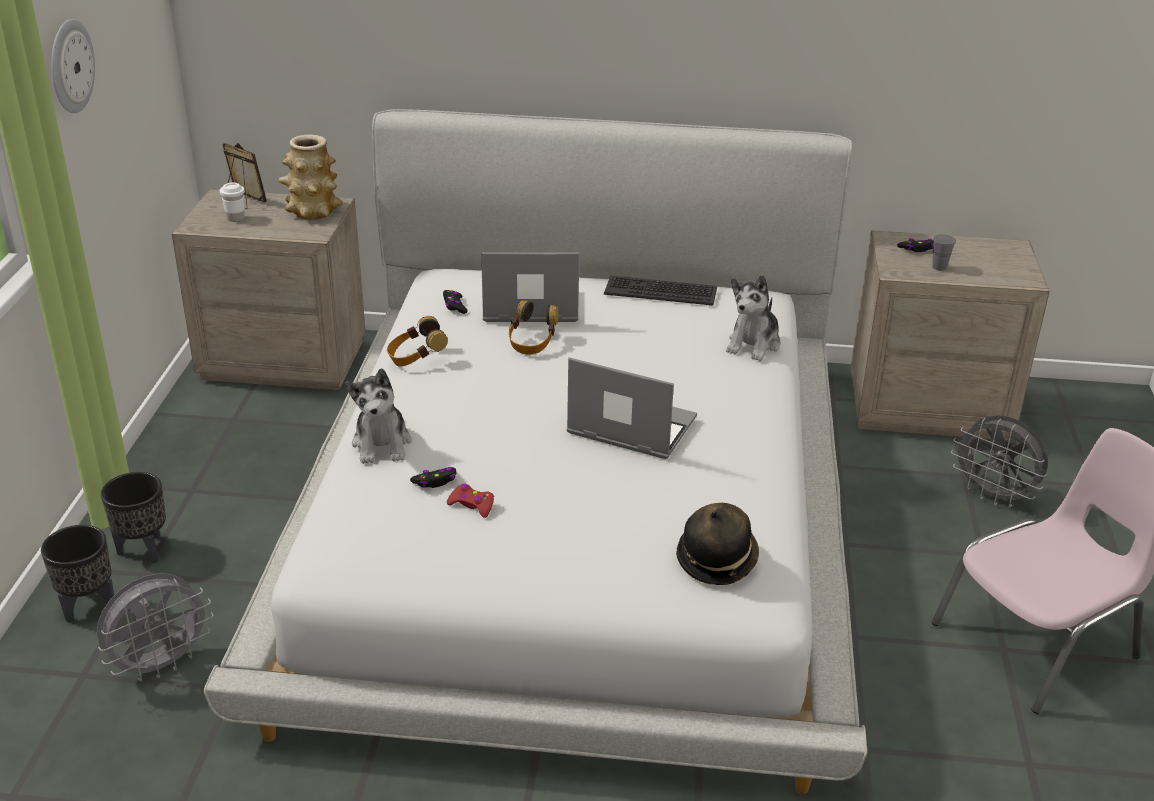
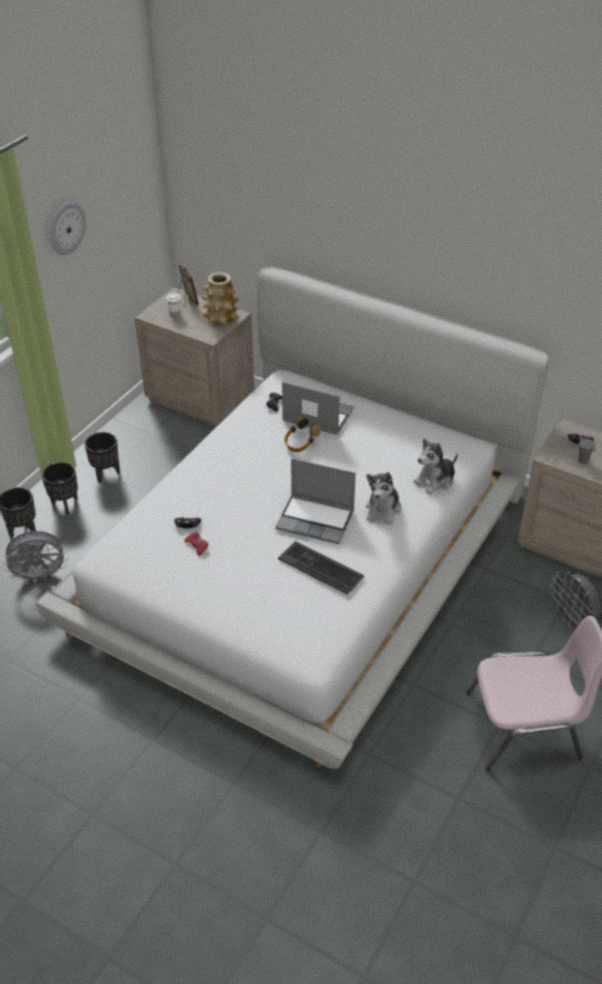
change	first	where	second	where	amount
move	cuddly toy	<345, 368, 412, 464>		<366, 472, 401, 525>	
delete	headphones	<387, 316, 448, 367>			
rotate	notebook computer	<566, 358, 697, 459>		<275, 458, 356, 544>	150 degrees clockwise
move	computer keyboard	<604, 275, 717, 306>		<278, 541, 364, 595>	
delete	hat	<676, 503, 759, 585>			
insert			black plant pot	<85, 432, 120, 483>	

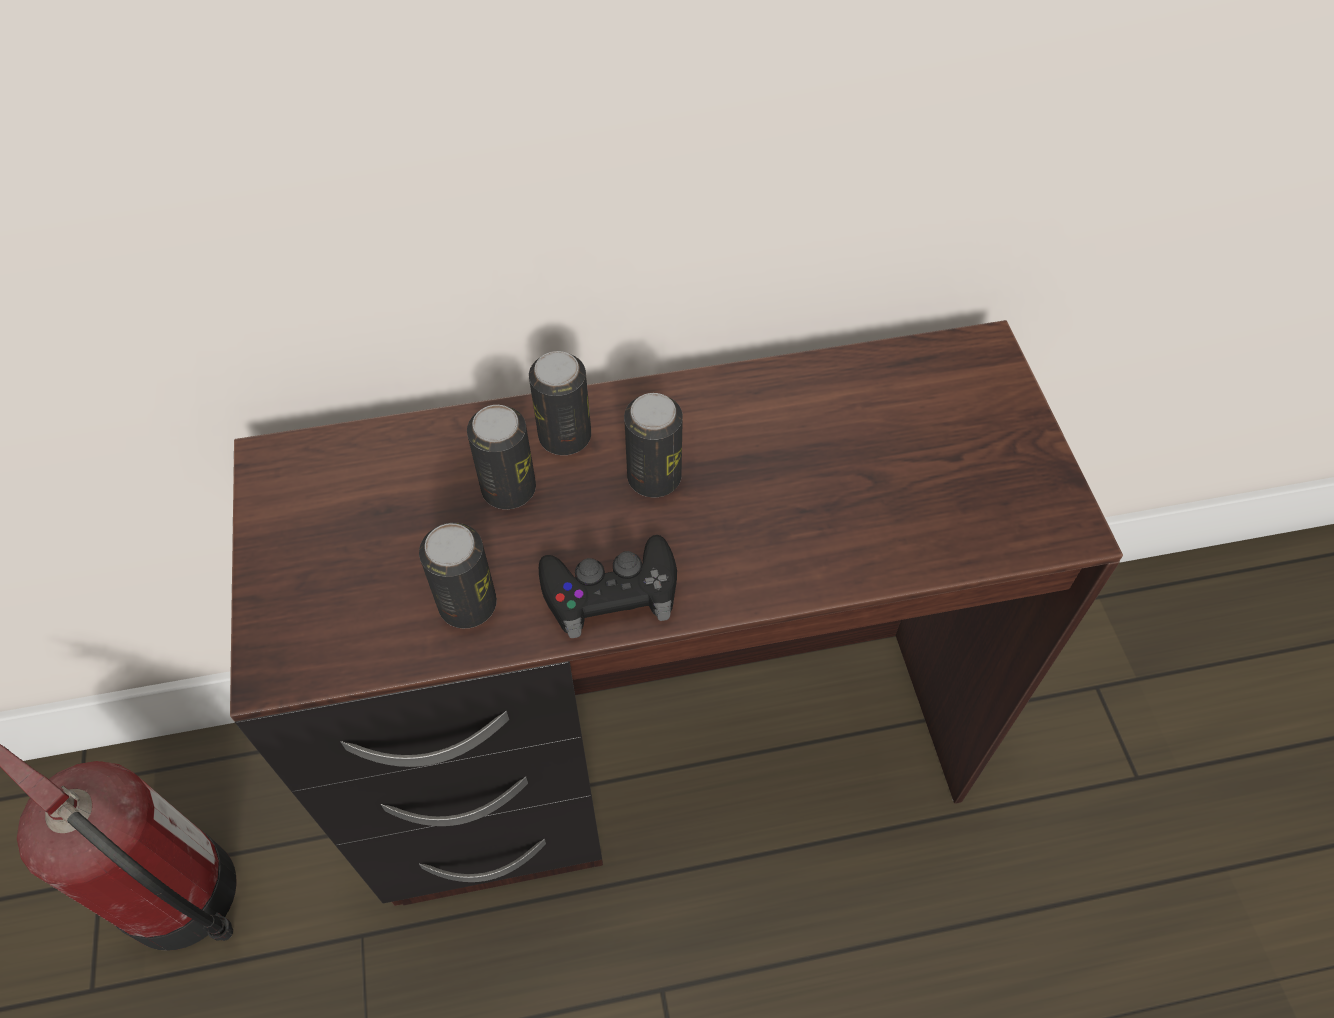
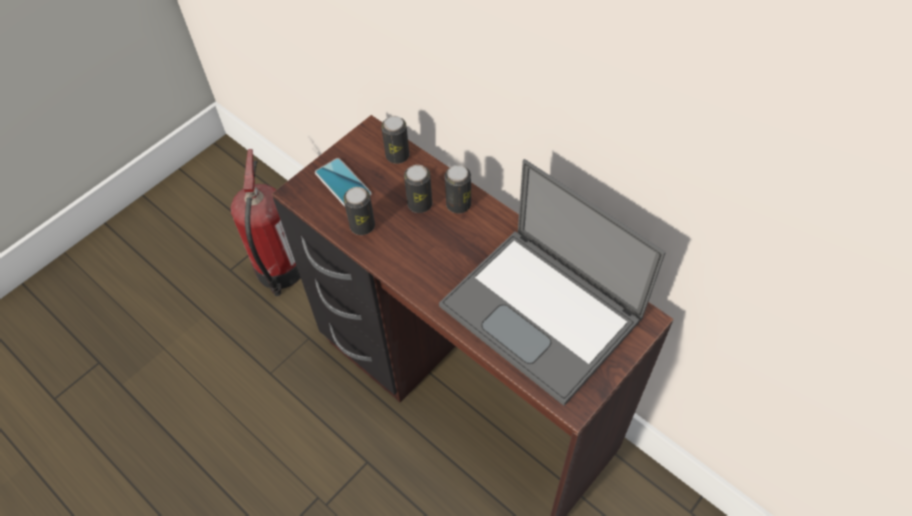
change	first	where	second	where	amount
delete	black gamepad	<539, 535, 677, 638>			
move	can	<624, 393, 683, 497>		<381, 116, 410, 164>	
insert			telephone	<315, 158, 372, 207>	
insert			notebook computer	<439, 159, 666, 406>	

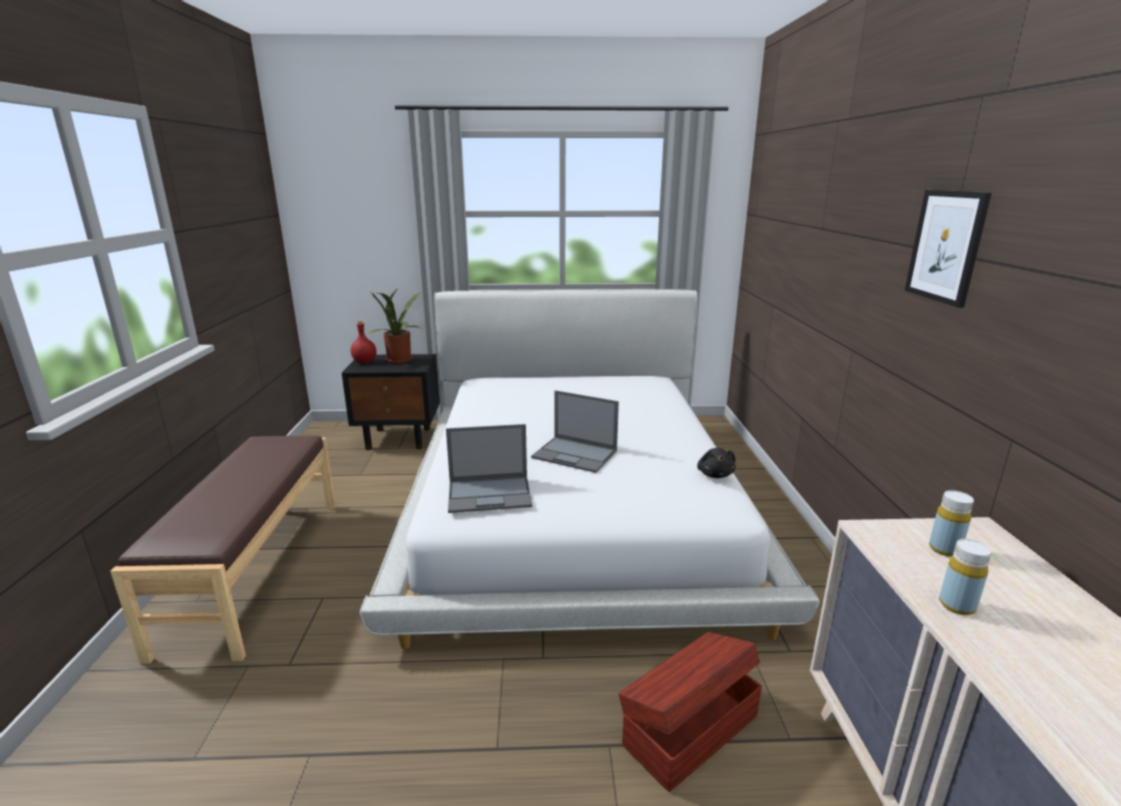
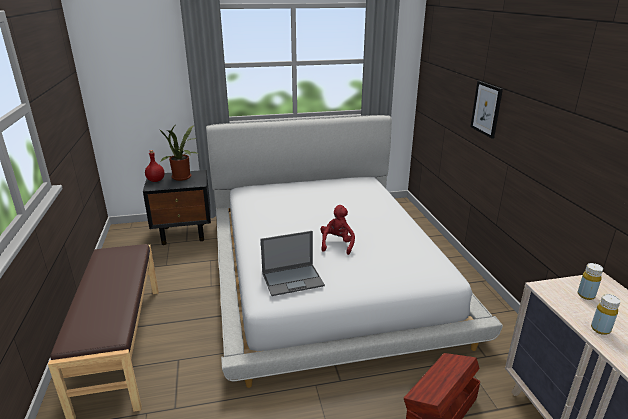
change	first	where	second	where	amount
replace	notebook computer	<531, 390, 619, 473>	reddish cuddly toy	<321, 205, 355, 255>	
delete	black cuddly toy	<697, 448, 735, 478>			
move	wall picture	<905, 190, 992, 308>		<471, 81, 503, 139>	

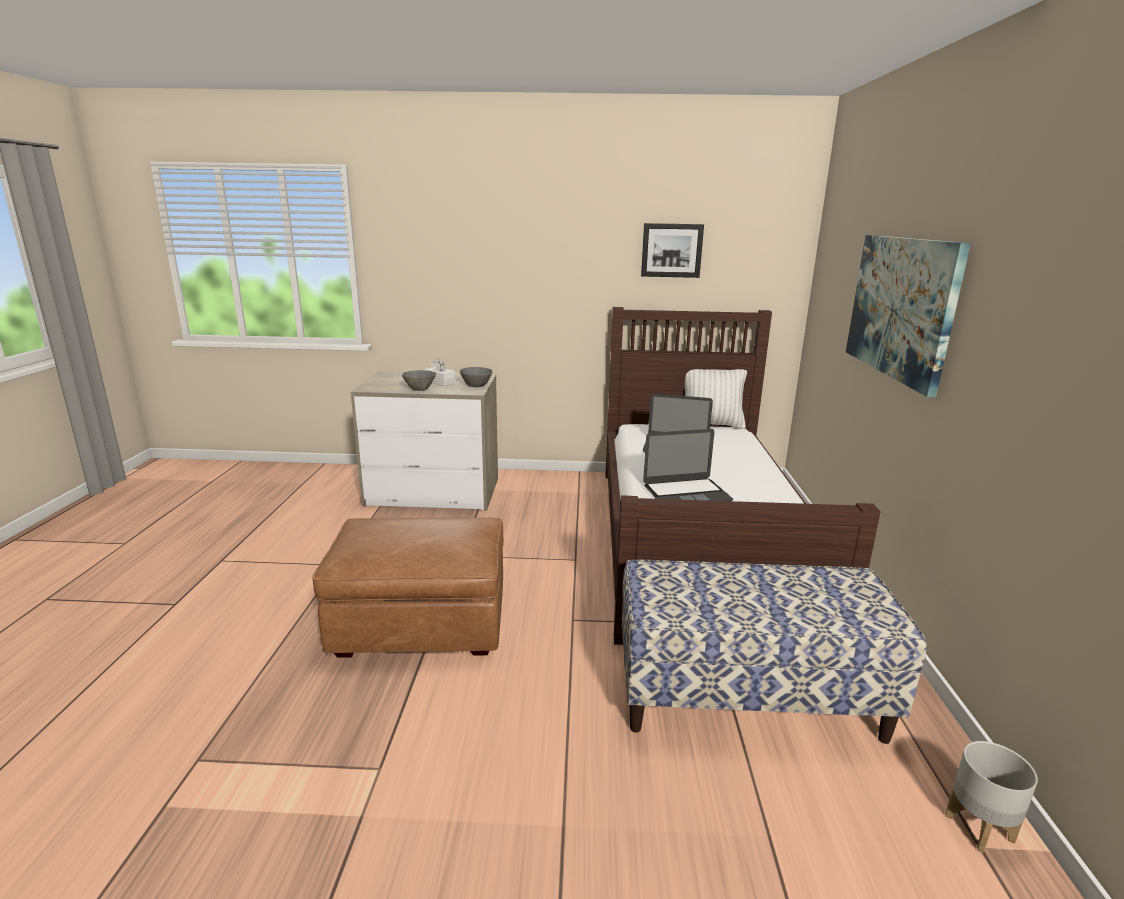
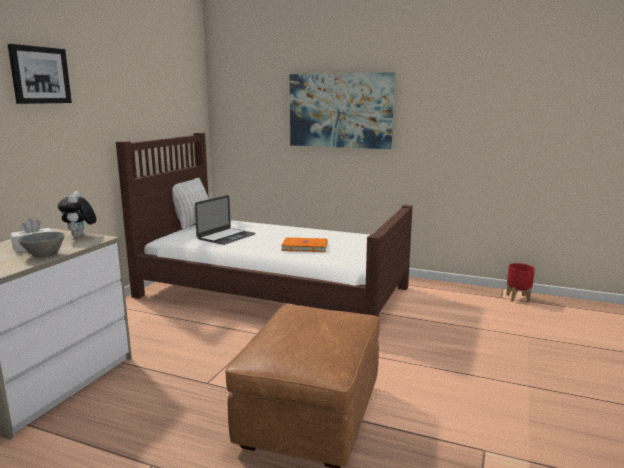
change	first	where	second	where	amount
replace	gray bowl	<460, 367, 493, 387>	cuddly toy	<58, 191, 96, 237>	
delete	bench	<622, 560, 927, 744>			
move	wall picture	<641, 223, 704, 278>		<8, 44, 72, 104>	
replace	notebook computer	<643, 429, 733, 501>	orangey book	<281, 237, 328, 252>	
recolor	gray plant pot	<945, 741, 1038, 853>	reddish plant pot	<506, 263, 535, 302>	

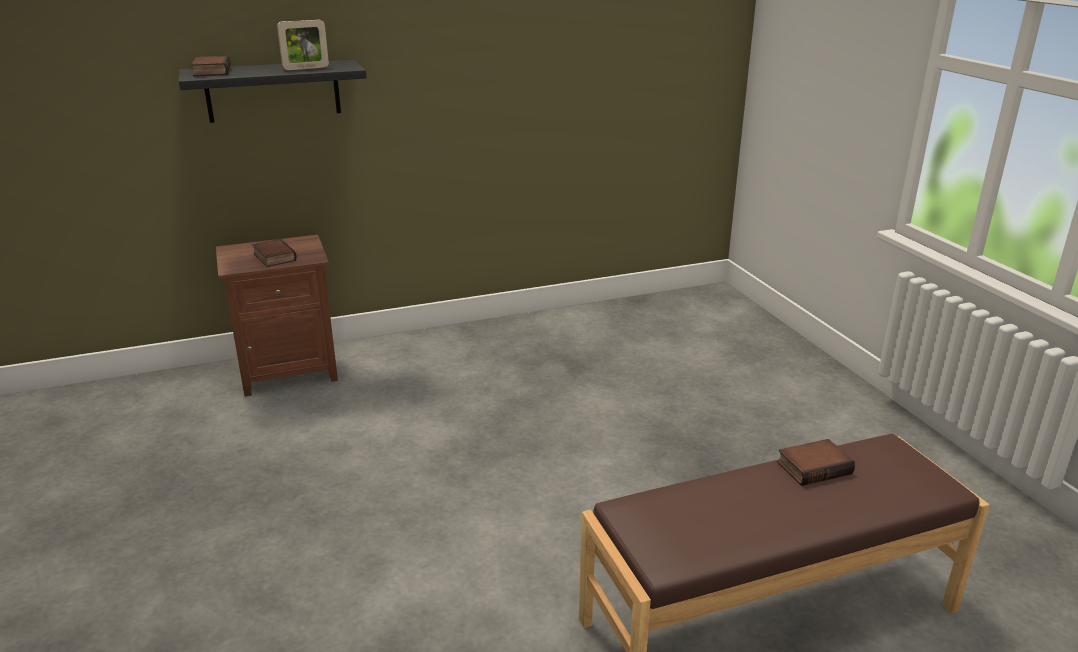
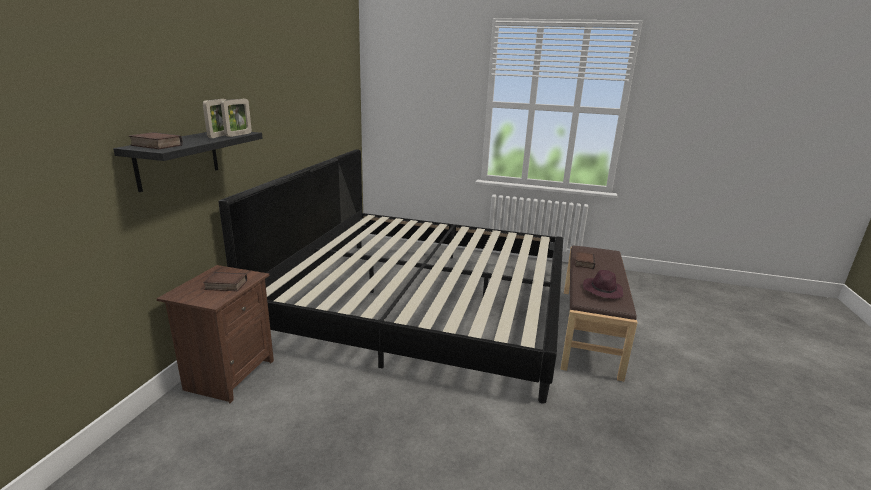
change	first	where	second	where	amount
insert			bedroom bed	<219, 149, 563, 404>	
insert			photo frame	<221, 99, 252, 137>	
insert			purple hat	<583, 270, 623, 299>	

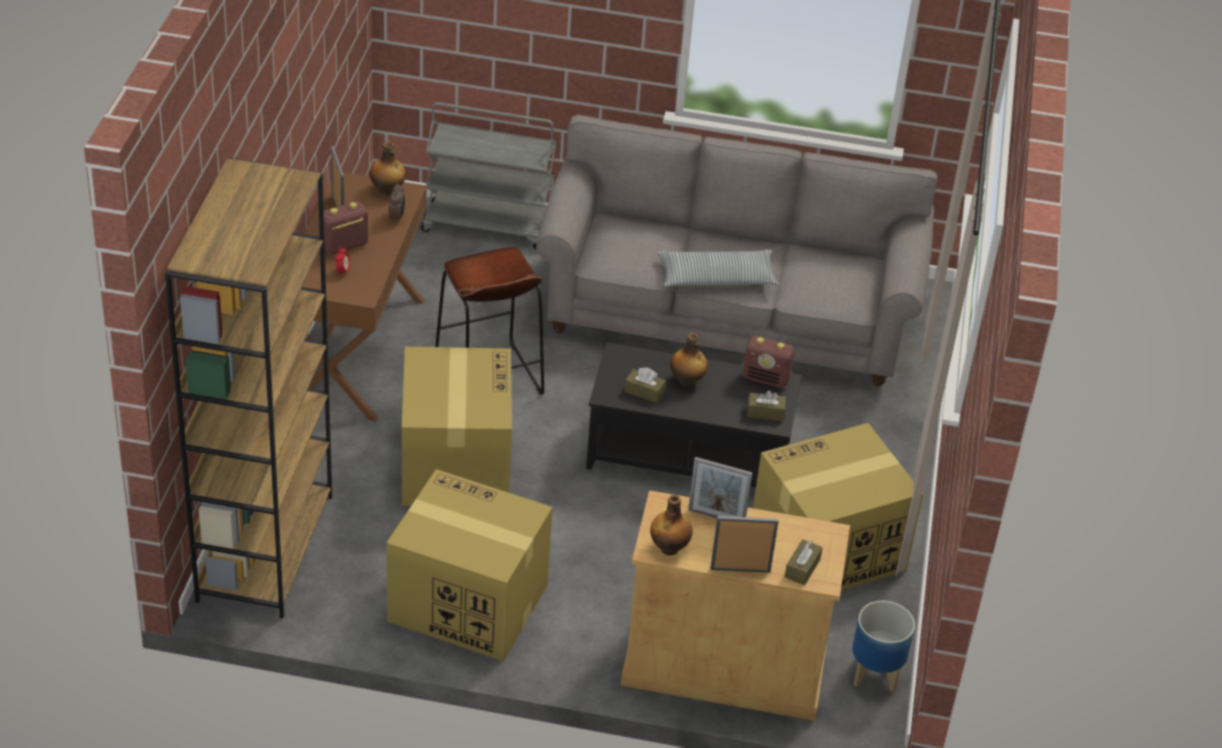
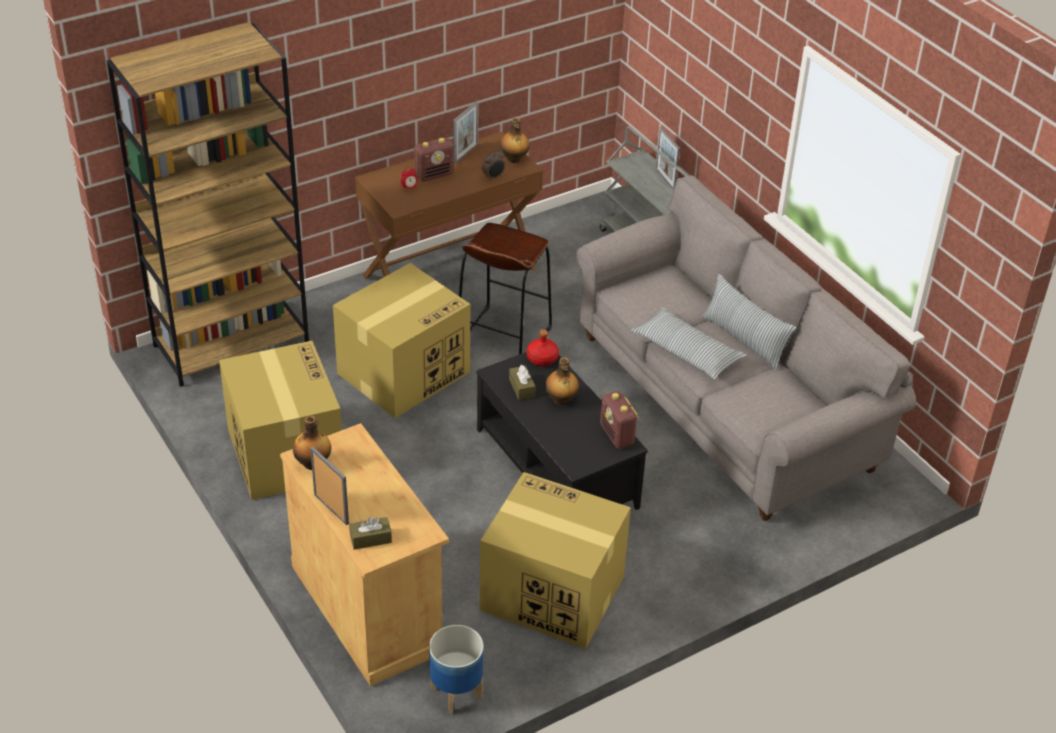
change	first	where	second	where	amount
rotate	radio receiver	<324, 201, 368, 255>		<414, 137, 454, 182>	135 degrees clockwise
move	photo frame	<688, 457, 753, 518>		<655, 127, 680, 190>	
delete	brown-coloured box of tissues	<747, 390, 786, 421>			
insert			reddish drink bottle	<527, 330, 559, 366>	
insert			pillow	<702, 274, 796, 371>	

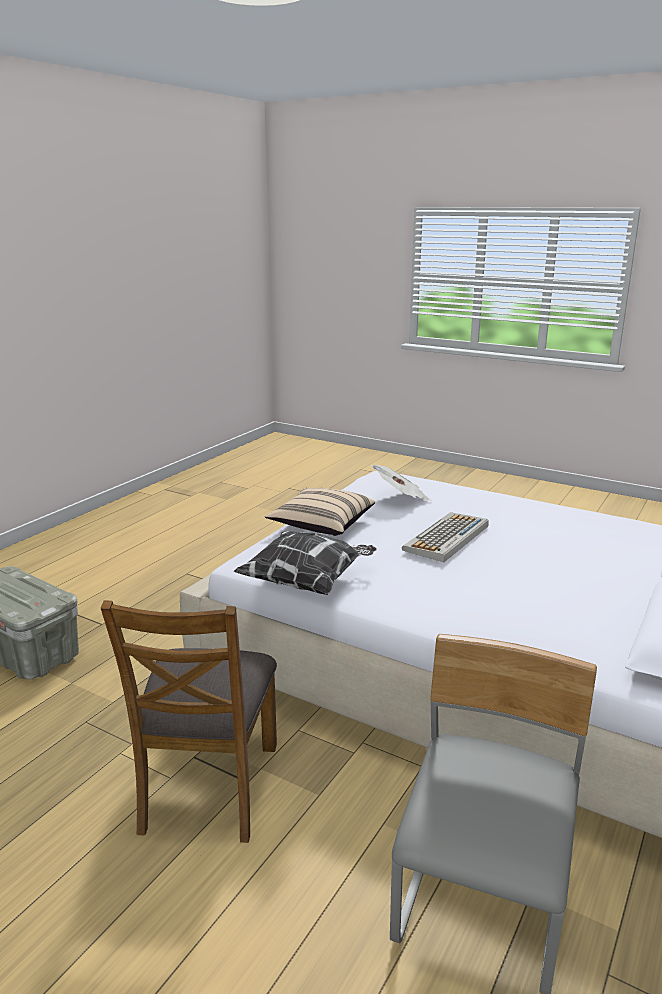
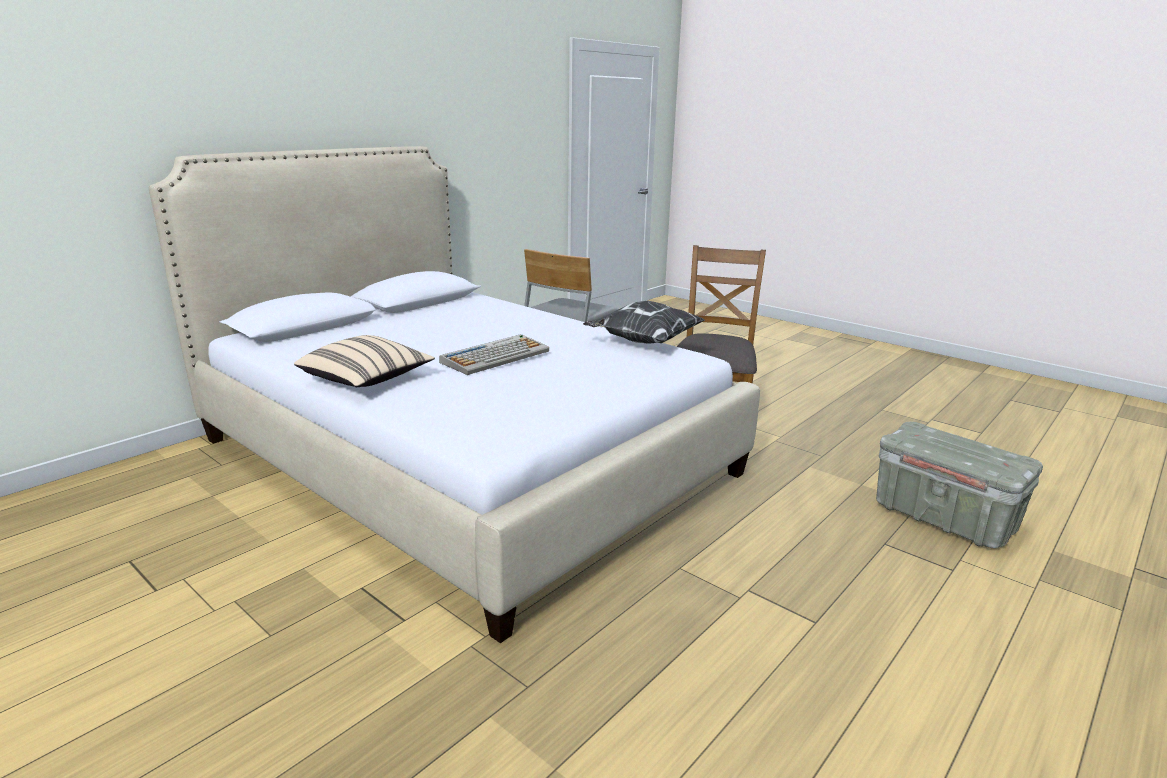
change	first	where	second	where	amount
move	beige pillow	<265, 488, 375, 536>		<294, 335, 435, 387>	
delete	newspaper	<370, 465, 432, 501>			

